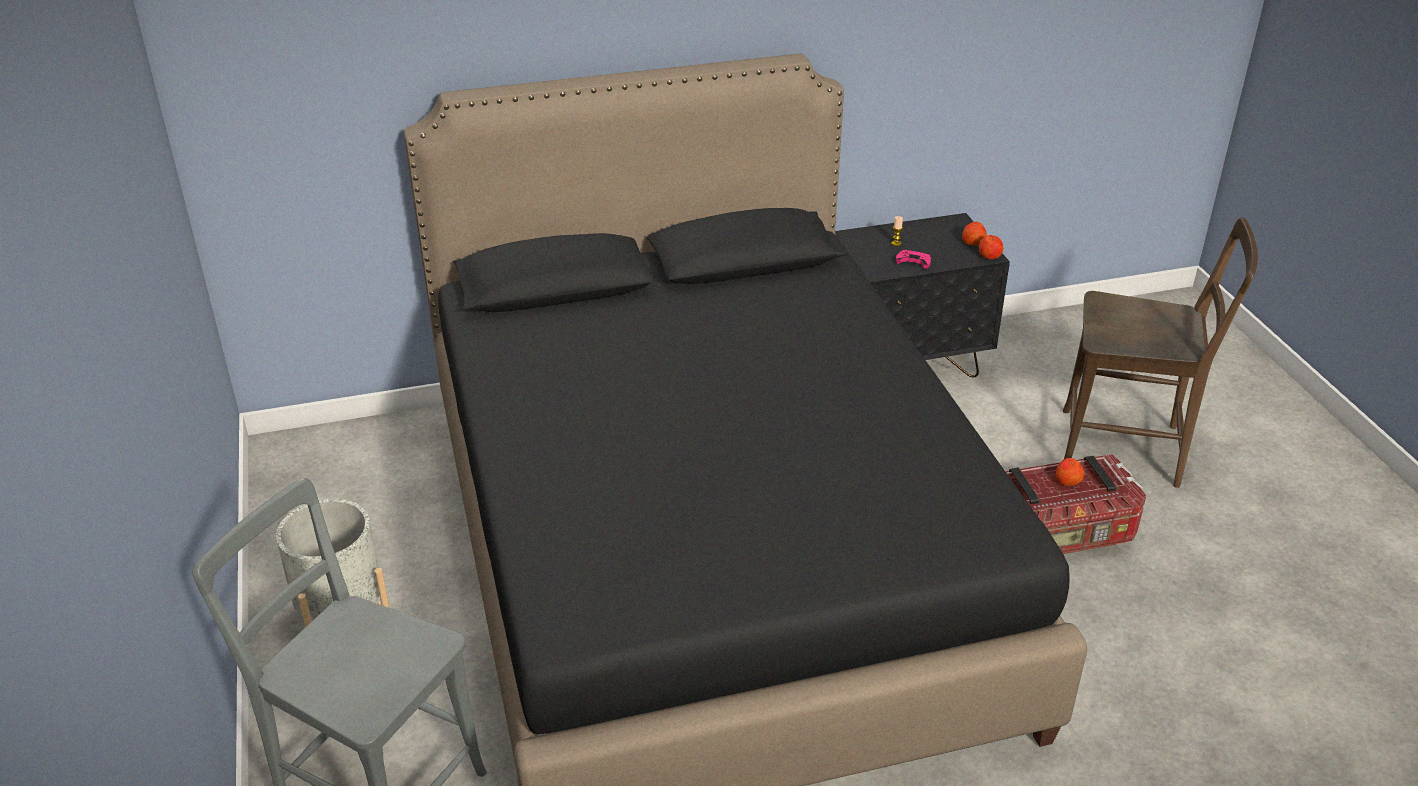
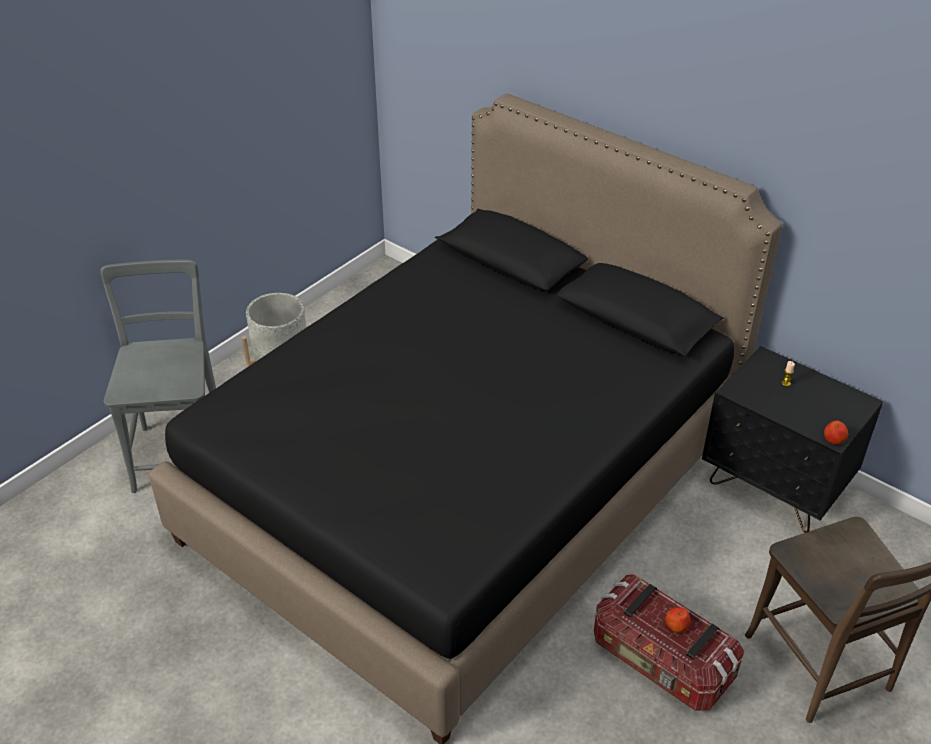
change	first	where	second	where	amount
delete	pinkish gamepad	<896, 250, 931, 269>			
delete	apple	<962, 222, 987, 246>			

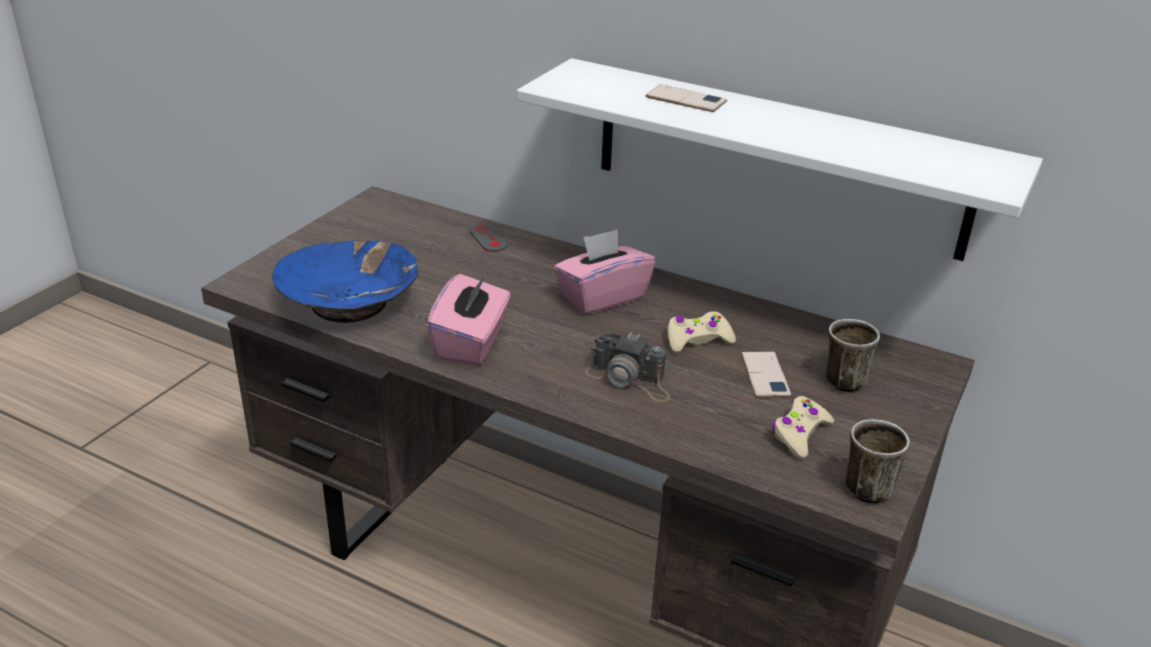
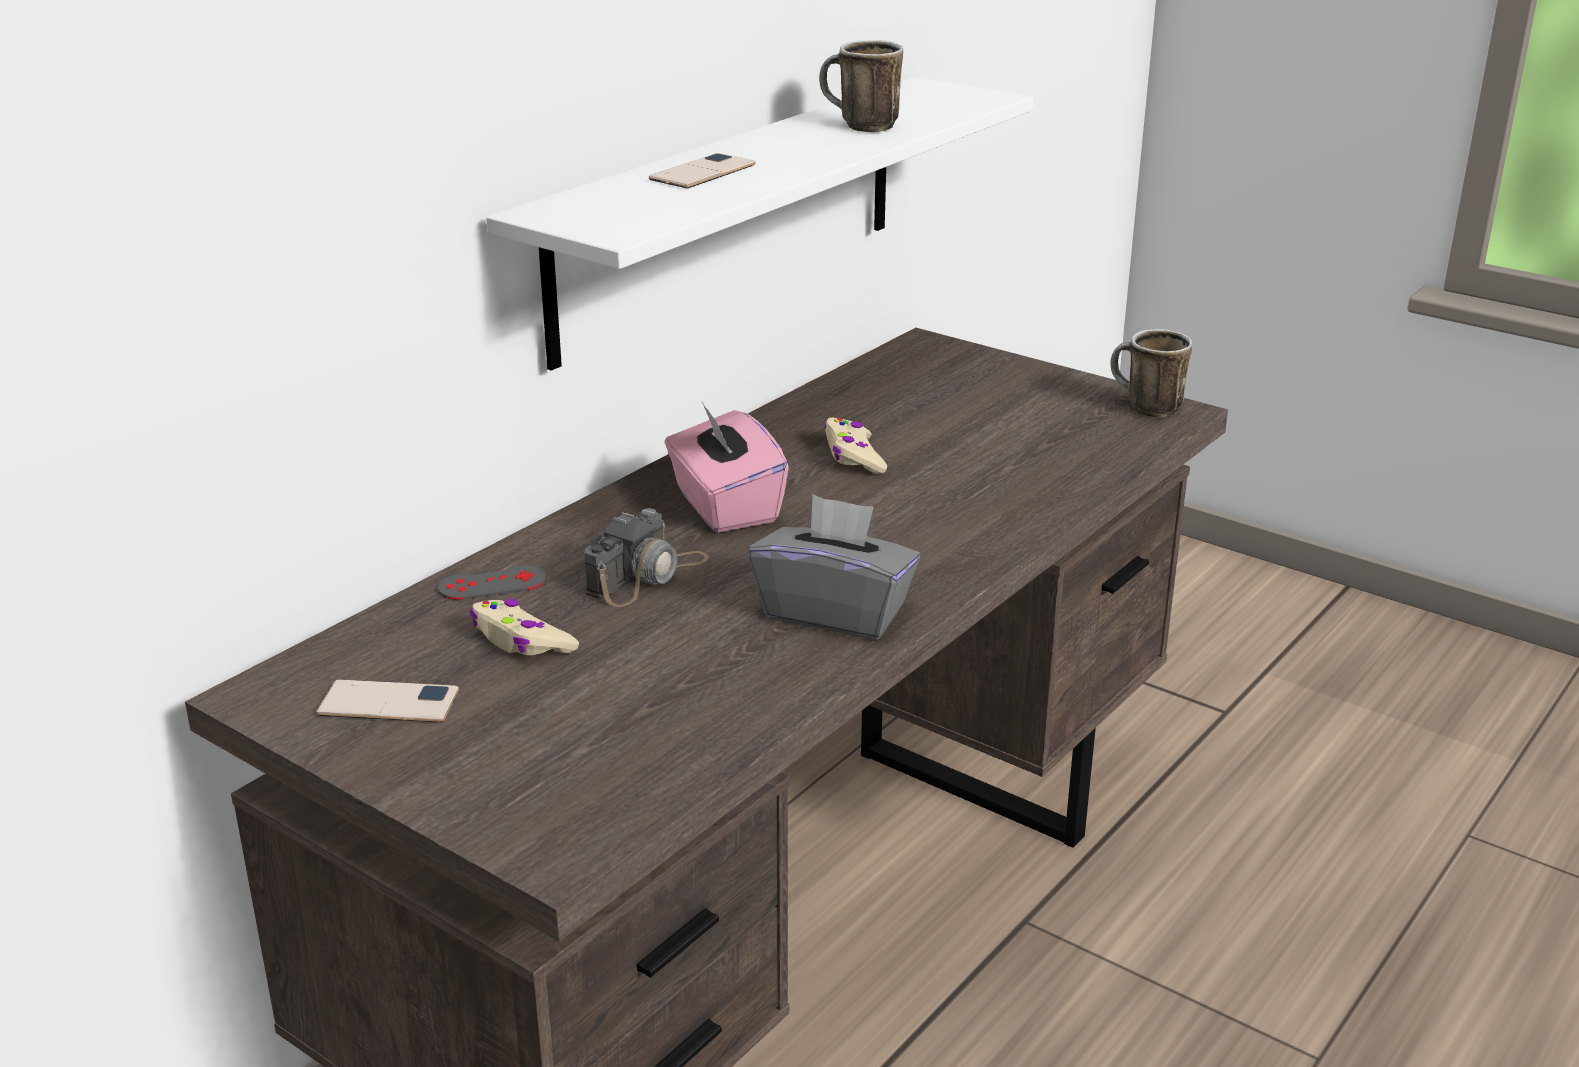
change	first	where	second	where	amount
delete	blue bowl	<272, 240, 418, 323>			
recolor	pinkish box of tissues	<427, 273, 511, 366>	gray box of tissues	<748, 495, 921, 639>	
move	still camera	<585, 332, 670, 402>		<585, 508, 709, 607>	
move	telephone	<741, 351, 791, 397>		<316, 679, 459, 722>	
move	beige gamepad	<772, 396, 834, 459>		<470, 599, 579, 655>	
move	tea mug	<825, 319, 880, 392>		<819, 40, 903, 132>	

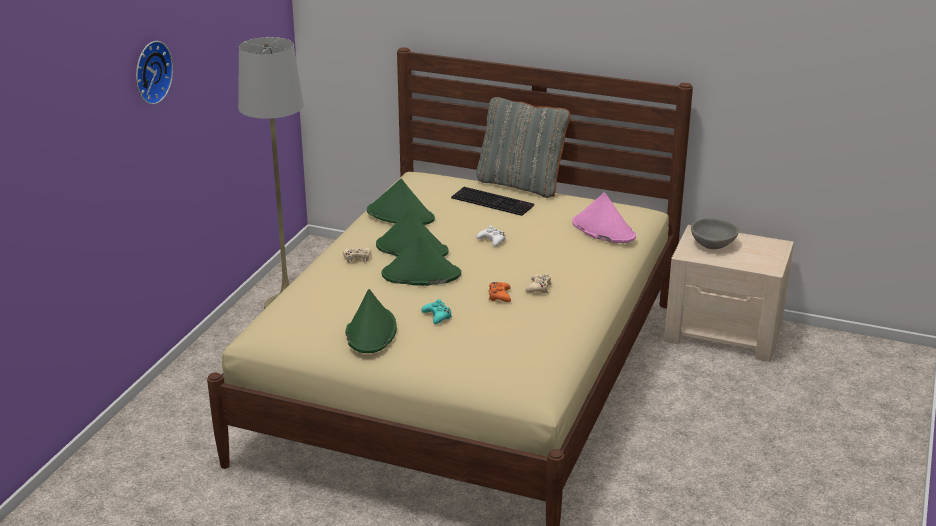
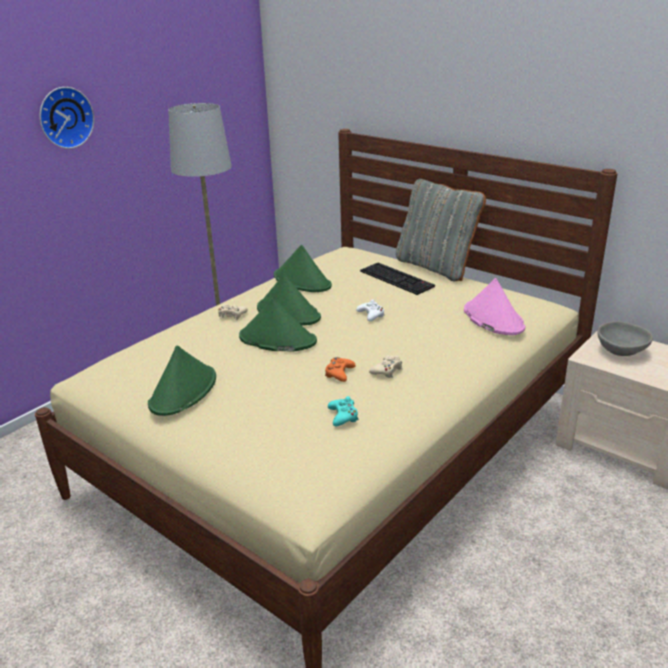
change	first	where	second	where	amount
move	blue-green gamepad	<421, 299, 452, 324>		<328, 396, 359, 426>	

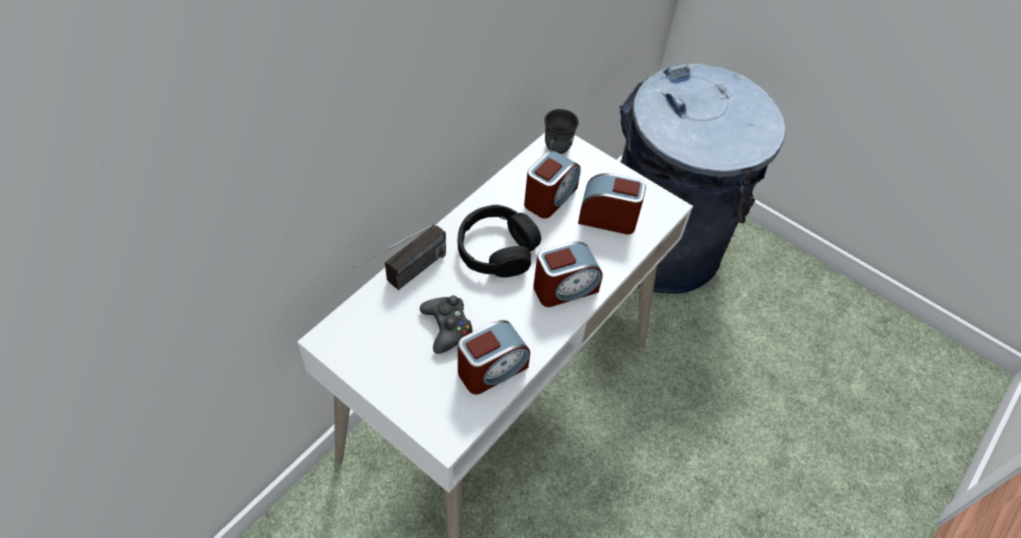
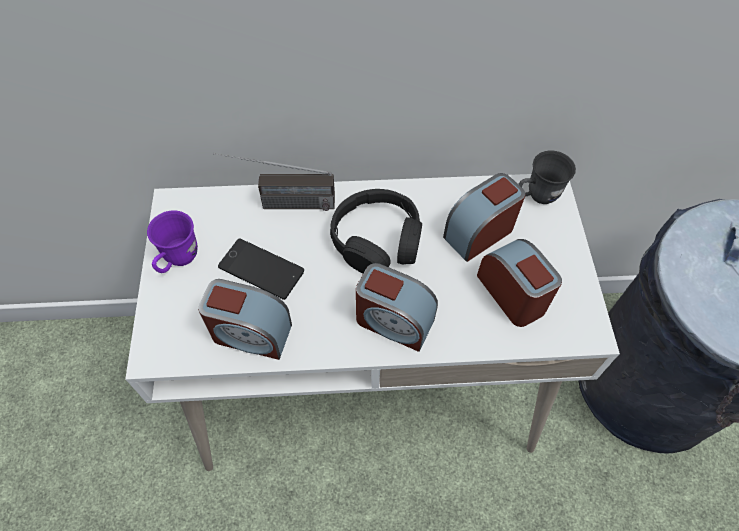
change	first	where	second	where	amount
replace	black gamepad	<420, 295, 473, 354>	telephone	<218, 238, 304, 300>	
rotate	table clock	<524, 150, 581, 219>		<443, 173, 525, 262>	150 degrees clockwise
insert			purple tea mug	<147, 210, 198, 273>	

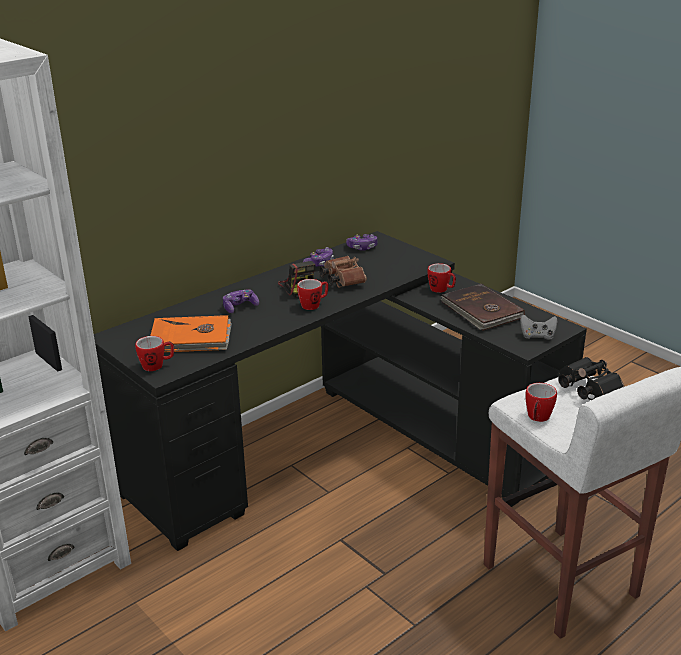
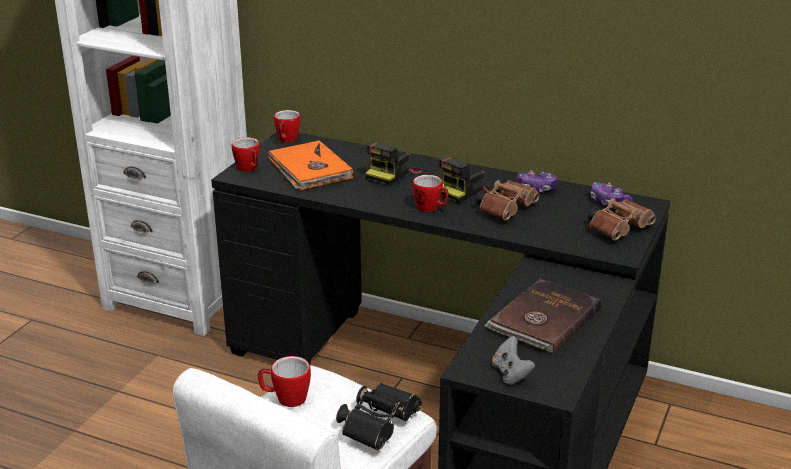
change	first	where	second	where	amount
replace	gamepad	<223, 289, 259, 313>	still camera	<366, 142, 422, 186>	
move	tea mug	<427, 263, 456, 293>		<274, 110, 301, 142>	
insert			brown-coloured field glasses	<588, 198, 656, 240>	

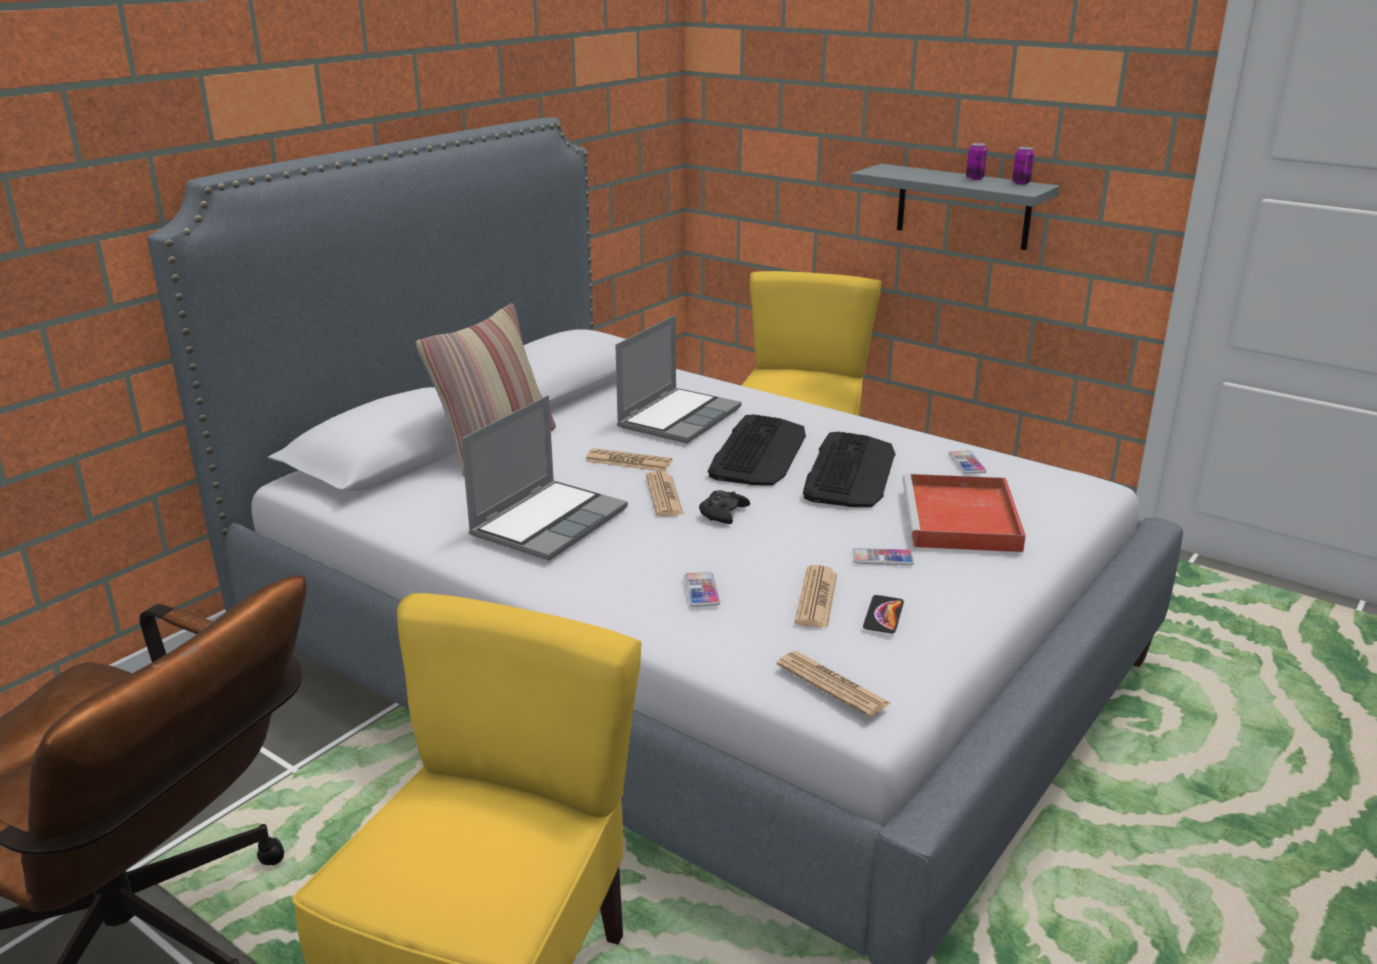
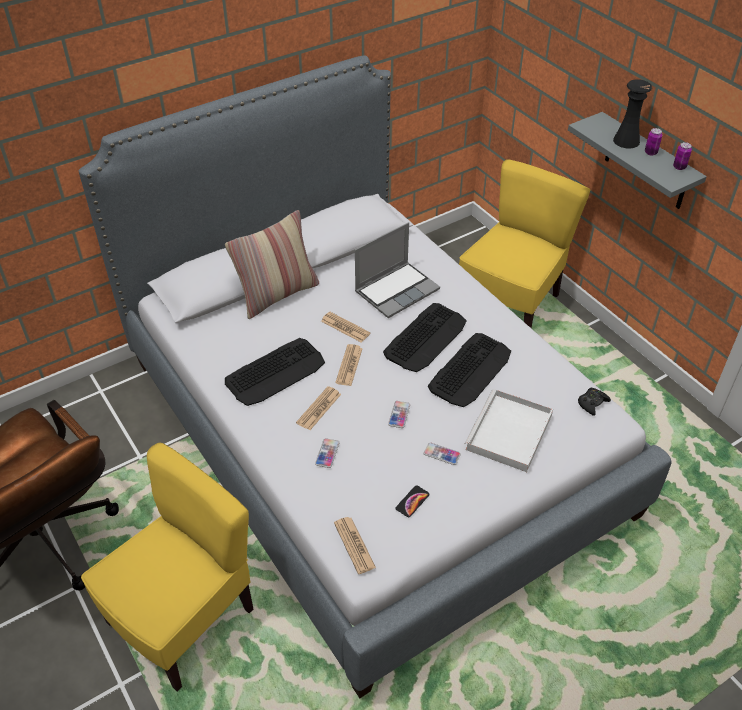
change	first	where	second	where	amount
replace	notebook computer	<461, 395, 628, 561>	computer keyboard	<225, 338, 325, 406>	
move	black gamepad	<699, 490, 750, 524>		<578, 388, 611, 416>	
move	newspaper	<795, 565, 837, 628>		<296, 386, 341, 430>	
recolor	reddish serving tray	<903, 474, 1026, 552>	whitish serving tray	<464, 389, 553, 472>	
move	telephone	<949, 451, 986, 474>		<388, 401, 410, 428>	
insert			black flower vase	<613, 79, 652, 149>	

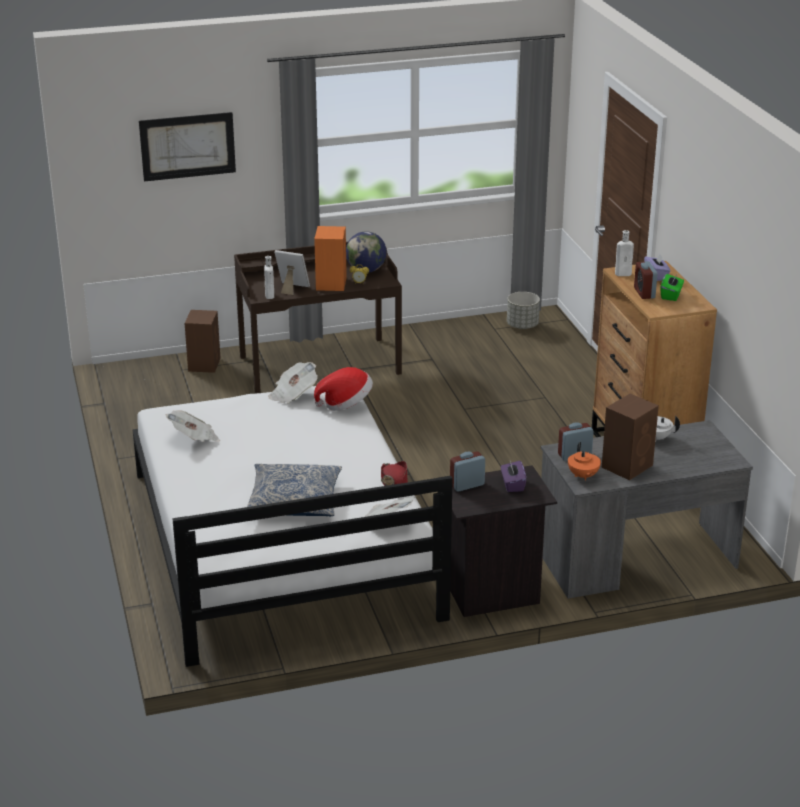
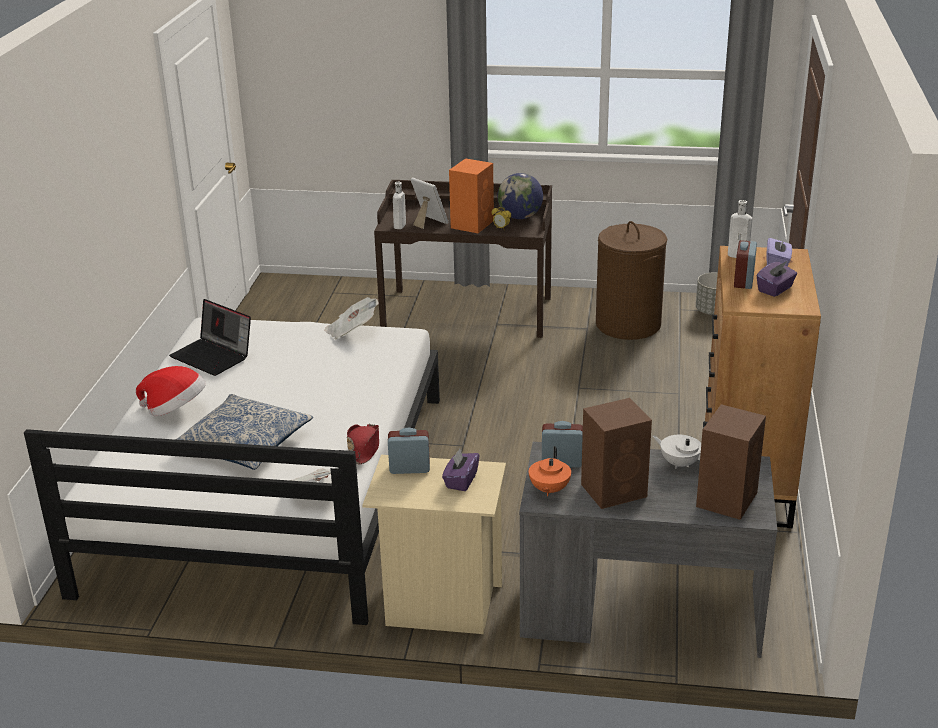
change	first	where	second	where	amount
delete	wall picture	<139, 112, 236, 182>			
replace	newspaper	<166, 410, 221, 442>	notebook computer	<169, 299, 251, 376>	
move	brown-coloured speaker	<185, 310, 221, 373>		<696, 404, 766, 520>	
move	hat	<314, 367, 373, 411>		<136, 366, 206, 416>	
recolor	black bedside table	<450, 465, 557, 617>	beige bedside table	<362, 455, 506, 634>	
recolor	green box of tissues	<661, 273, 684, 301>	purple box of tissues	<757, 261, 797, 297>	
insert			brown-coloured hamper	<596, 221, 667, 340>	

